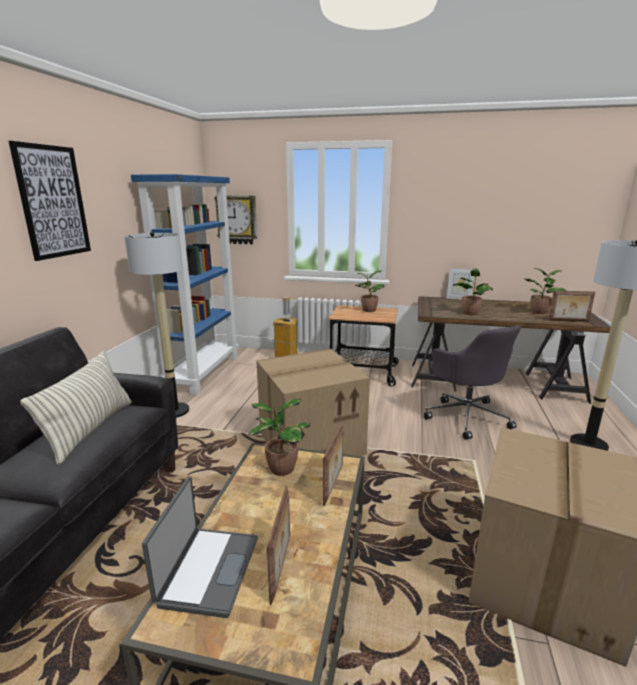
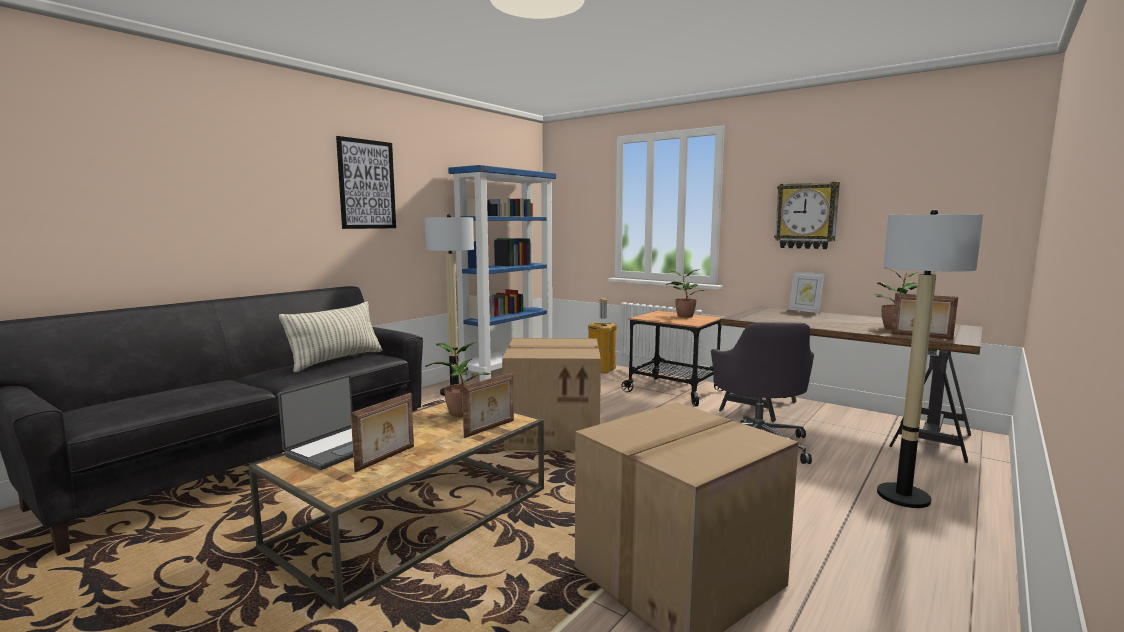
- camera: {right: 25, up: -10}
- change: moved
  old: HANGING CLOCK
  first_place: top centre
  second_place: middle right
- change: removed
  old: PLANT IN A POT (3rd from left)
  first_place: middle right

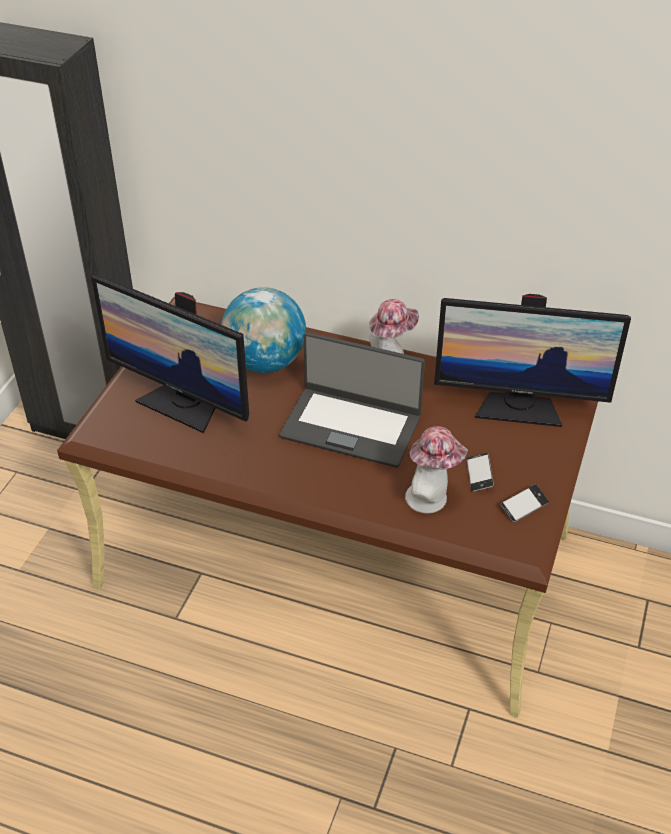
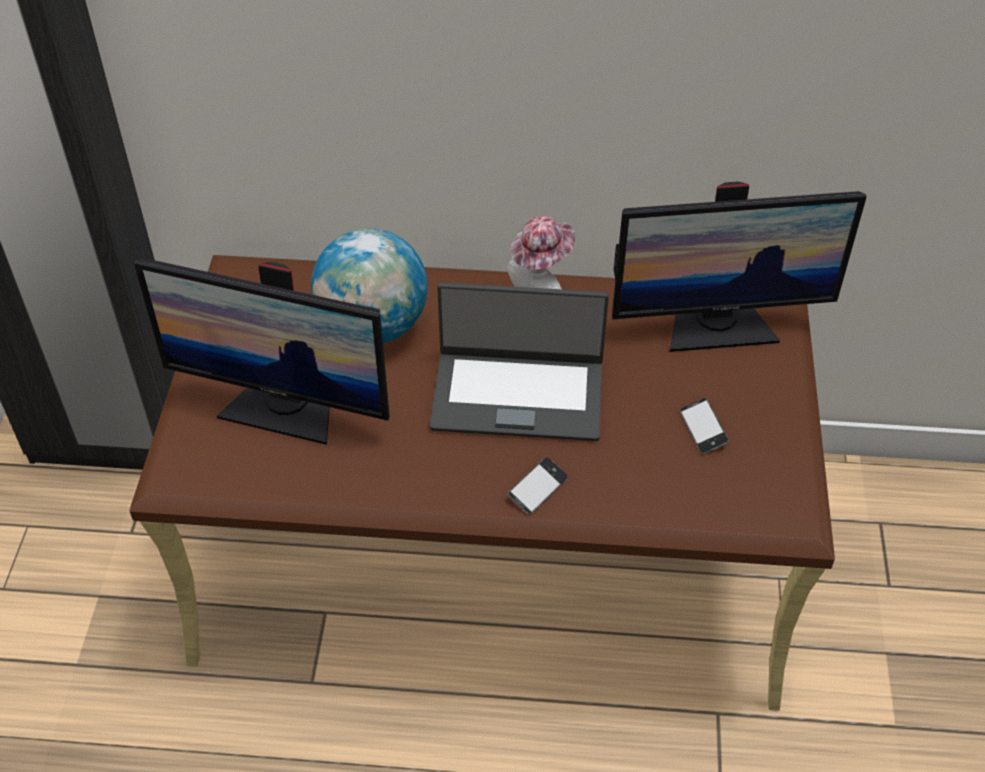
- camera: {right: -15, up: 5}
- change: moved
  old: HANDSET (2nd from left in the first image)
  new: HANDSET (1st from left)
  first_place: middle right
  second_place: centre
- change: removed
  old: HAT (2nd from left)
  first_place: centre

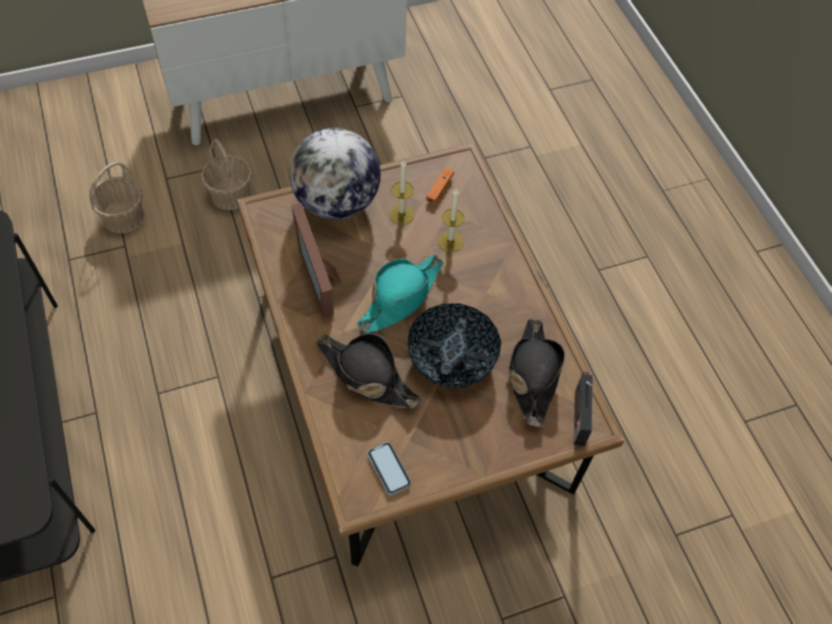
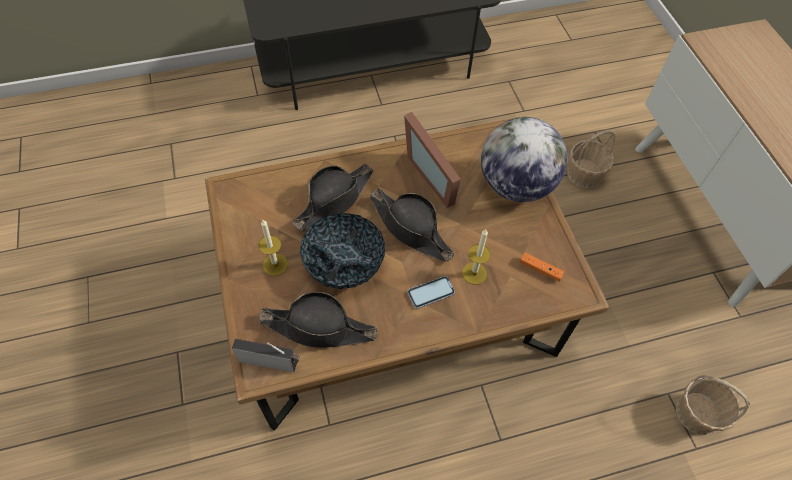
- camera: {right: 95, up: 0}
- change: moved
  old: WAX CANDLE (1st from left)
  first_place: top centre
  second_place: centre
- change: recoloured
  old: TURQUOISE HAT
  new: BLACKISH HAT (3rd from left)
  first_place: centre
  second_place: centre
- change: turned
  old: PICTURE FRAME
  first_place: centre
  second_place: centre
  degrees: -105
- change: moved
  old: HANDSET
  first_place: bottom centre
  second_place: centre
- change: moved
  old: HOUSEHOLD BASKET (1st from left in the first image)
  new: HOUSEHOLD BASKET (2nd from left)
  first_place: top left
  second_place: bottom right

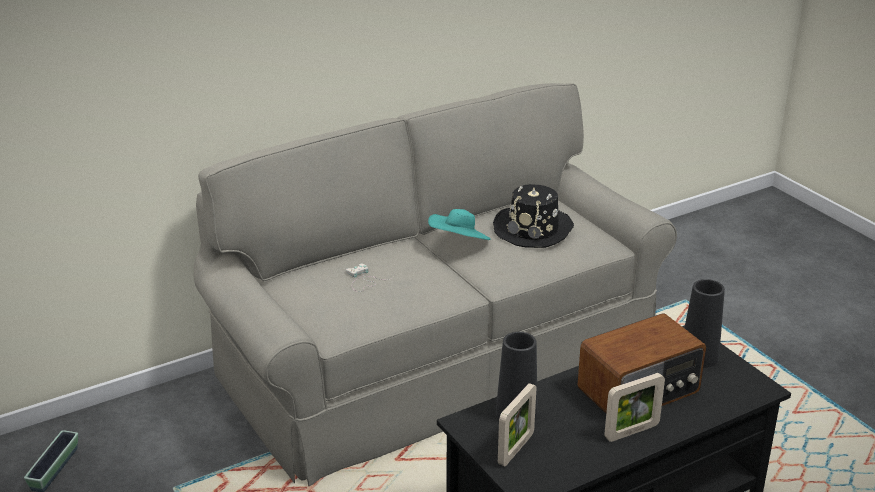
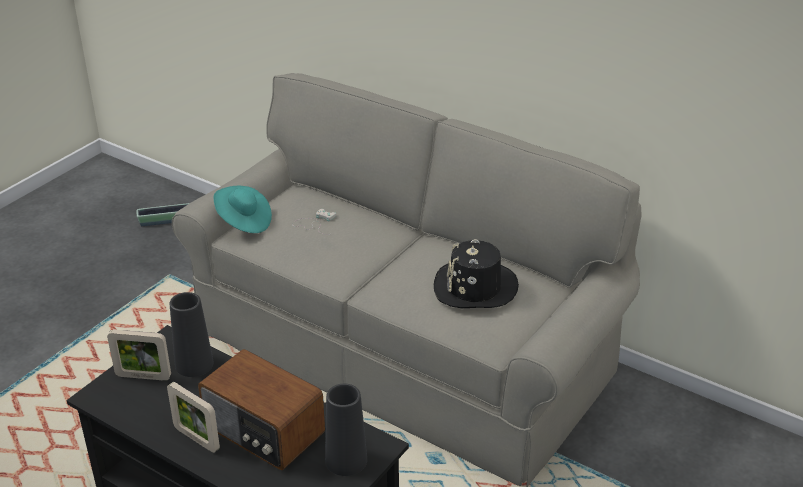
- camera: {right: 65, up: 5}
- change: moved
  old: TURQUOISE HAT
  first_place: centre
  second_place: middle left

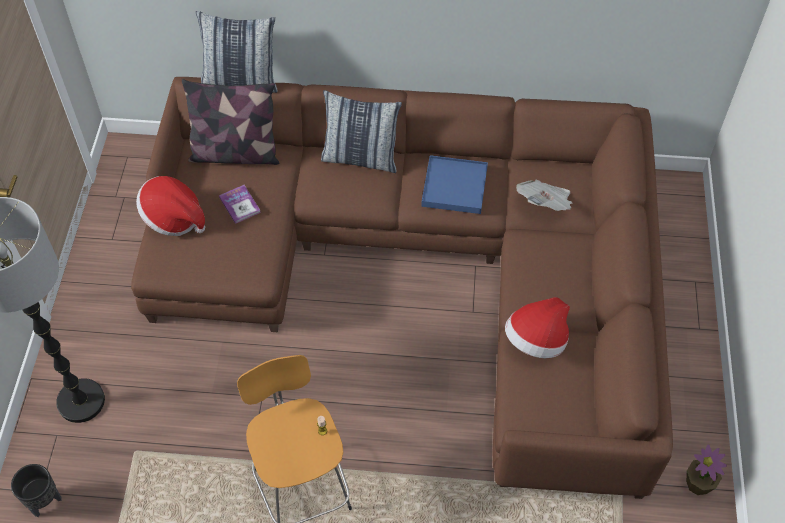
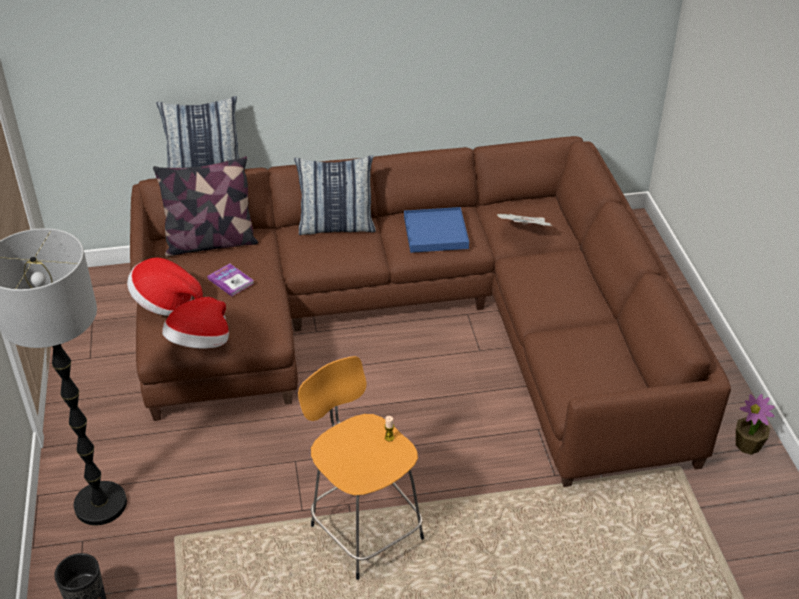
- camera: {right: -15, up: -15}
- change: moved
  old: HAT (2nd from left)
  first_place: middle right
  second_place: middle left

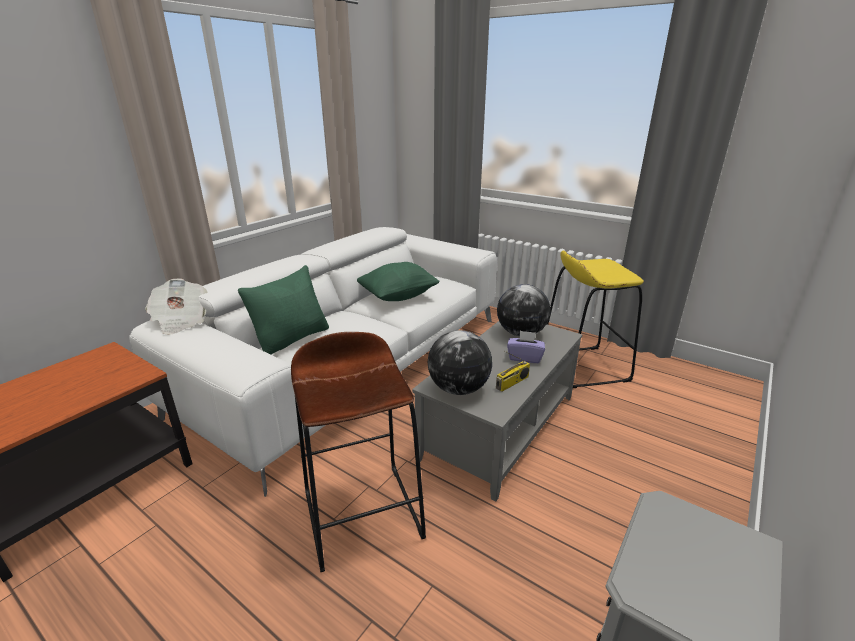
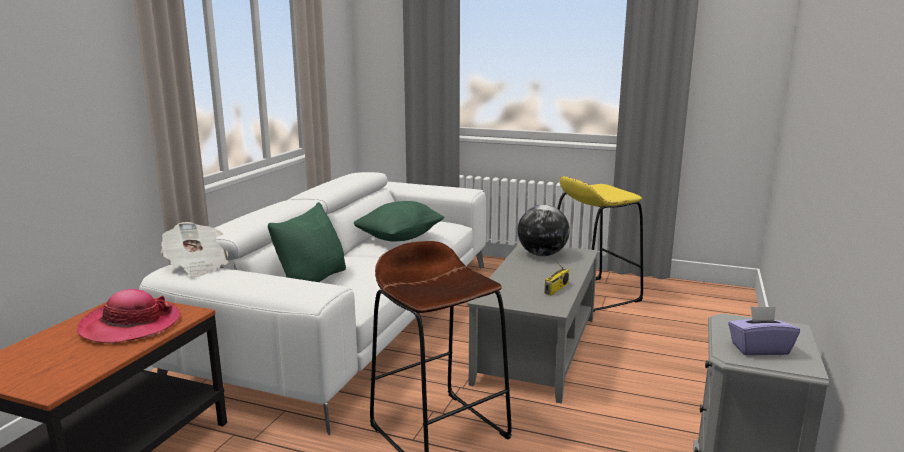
- camera: {right: -15, up: -10}
- change: added
  new: HAT
  second_place: bottom left
- change: moved
  old: PURPLISH BOX OF TISSUES
  first_place: centre
  second_place: bottom right
- change: removed
  old: DESK GLOBE (1st from left)
  first_place: centre

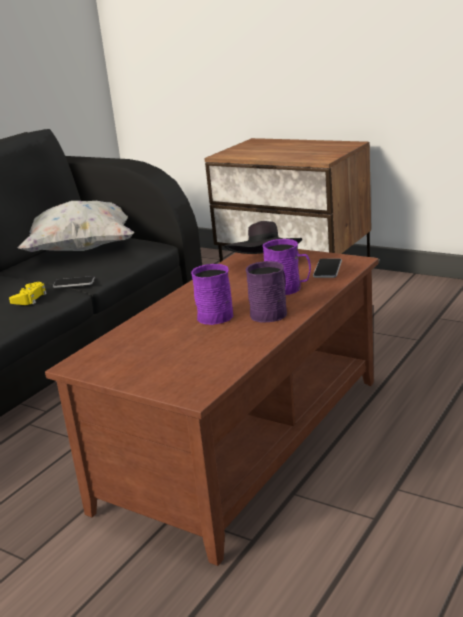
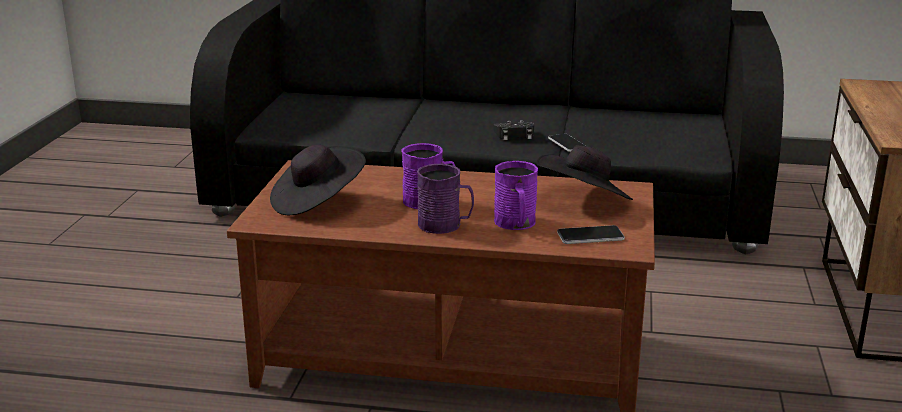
- camera: {right: 65, up: 0}
- change: added
  new: BLACKISH HAT (1st from left)
  second_place: centre
- change: recoloured
  old: YELLOW GAMEPAD
  new: BLACKISH GAMEPAD
  first_place: middle left
  second_place: top centre
- change: removed
  old: WHITE CUSHION
  first_place: middle left

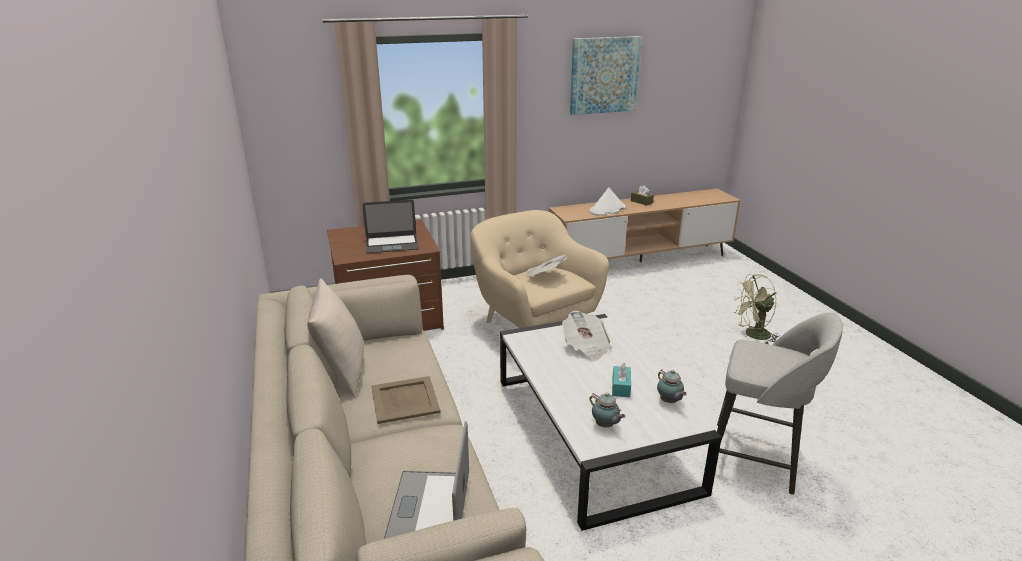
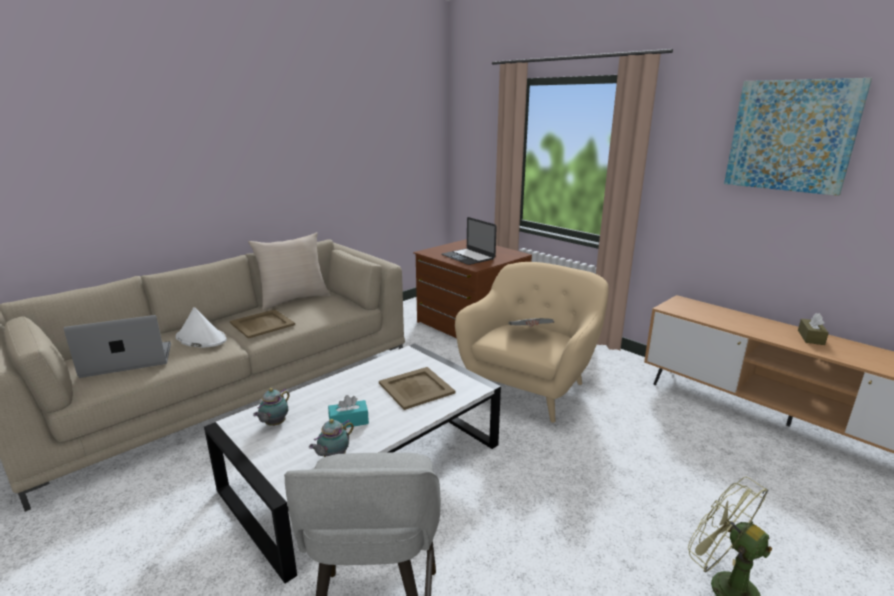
- camera: {right: 65, up: -5}
- change: moved
  old: WHITE HAT
  first_place: centre
  second_place: middle left
- change: replaced
  old: DAILY PAPER (2nd from left)
  new: BEIGE SERVING TRAY (2nd from left)
  first_place: centre
  second_place: centre

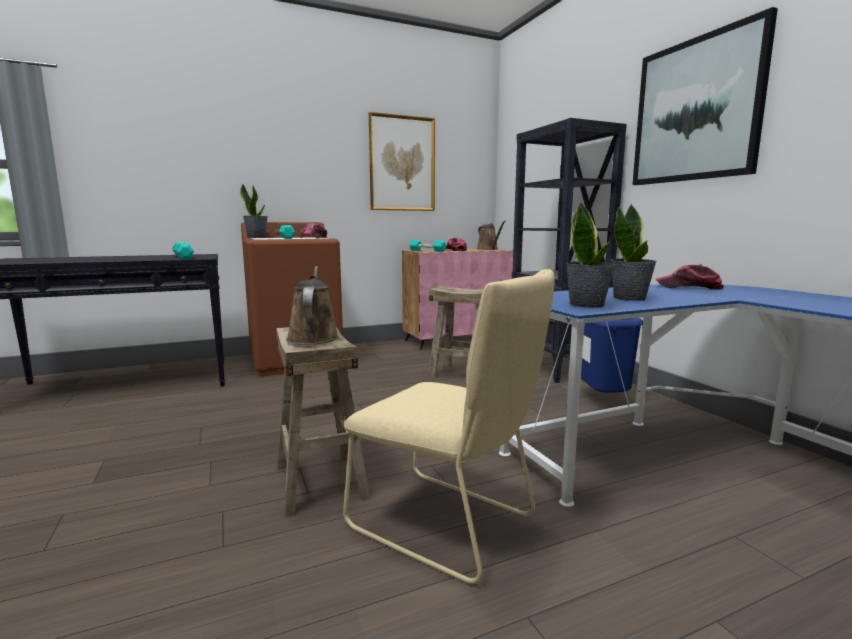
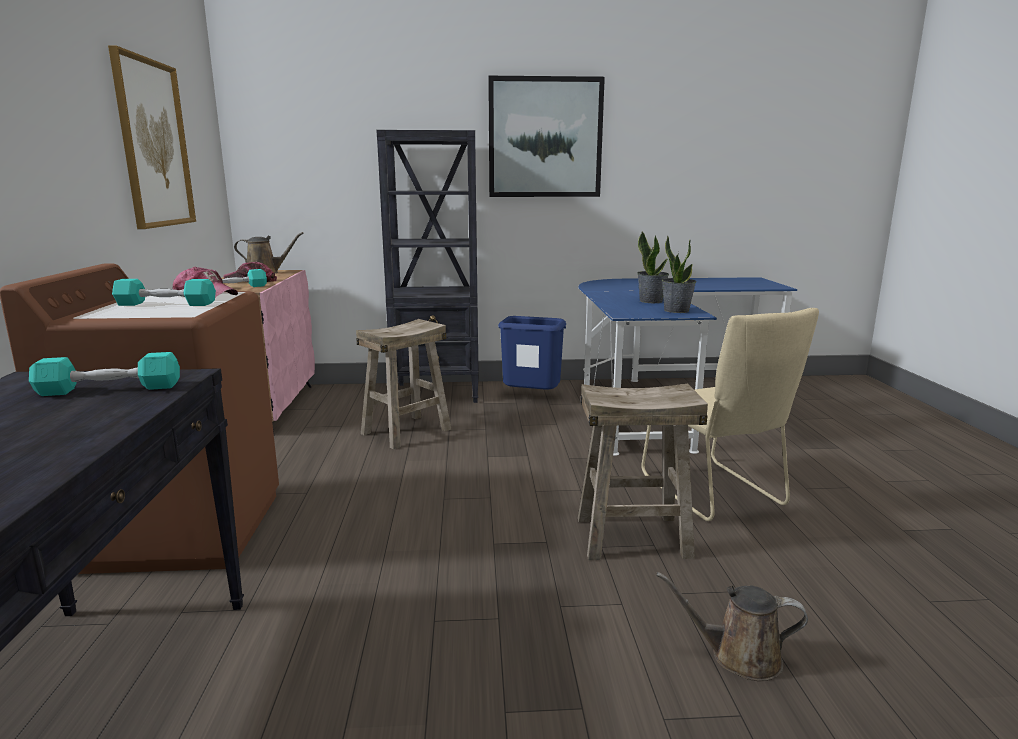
- camera: {right: -70, up: 5}
- change: turned
  old: BEIGE UPRIGHT CHAIR
  first_place: bottom centre
  second_place: middle right
  degrees: 105
- change: moved
  old: BROWNISH SPRINKLING CAN (1st from left in the first image)
  new: BROWNISH SPRINKLING CAN (2nd from left)
  first_place: centre
  second_place: bottom right
- change: removed
  old: PLANT IN A POT (1st from left)
  first_place: top left
- change: removed
  old: BASEBALL CAP (3rd from left)
  first_place: middle right

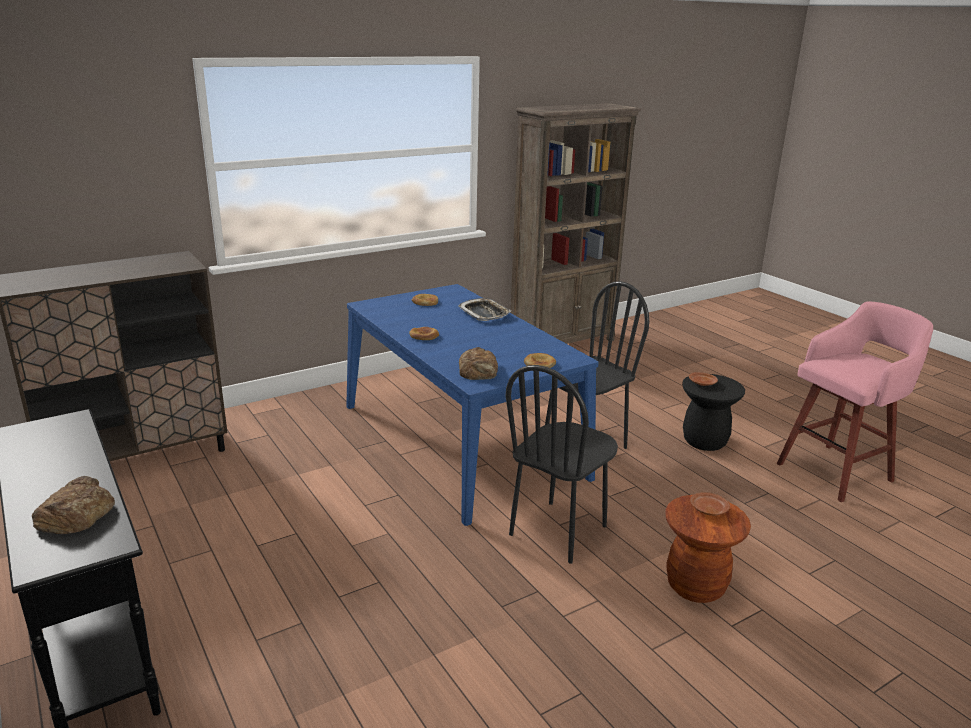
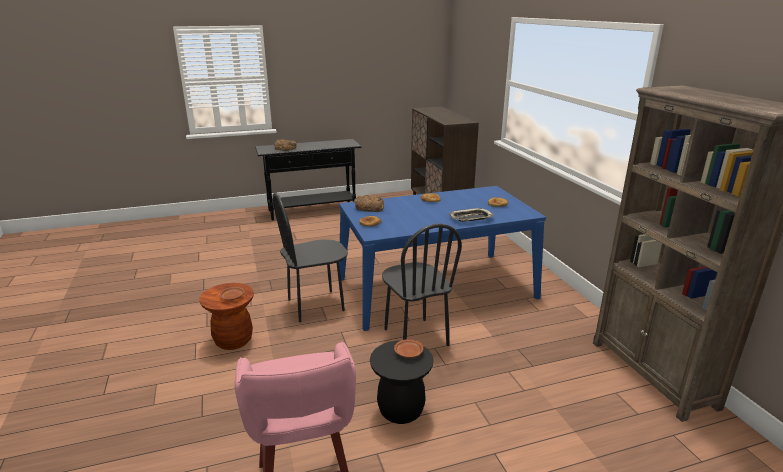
- camera: {right: 105, up: 0}
- change: turned
  old: BLACKISH UPRIGHT CHAIR (1st from left)
  first_place: centre
  second_place: centre
  degrees: -75

